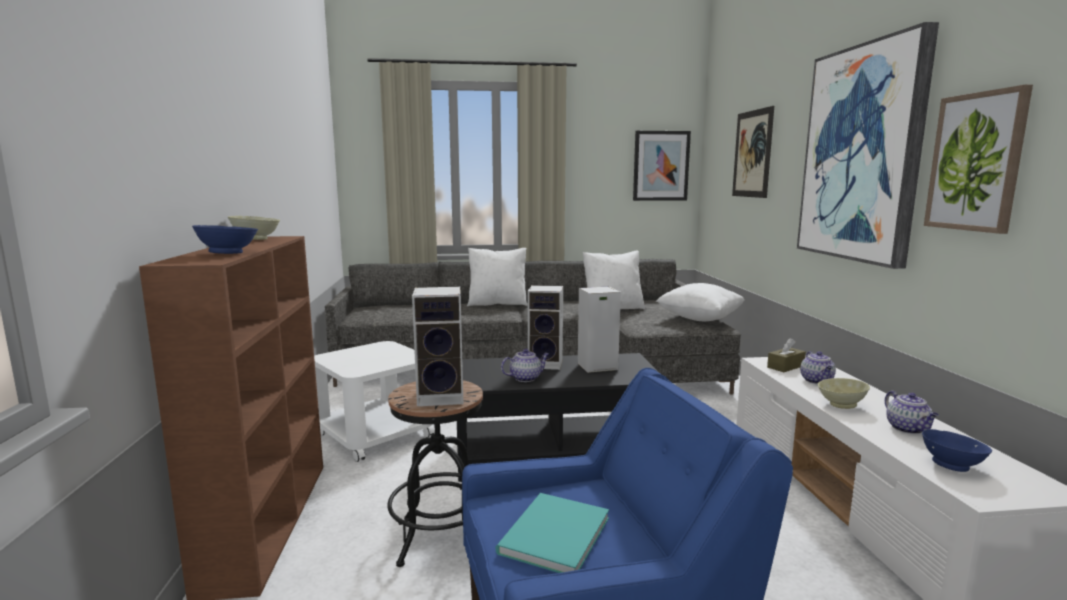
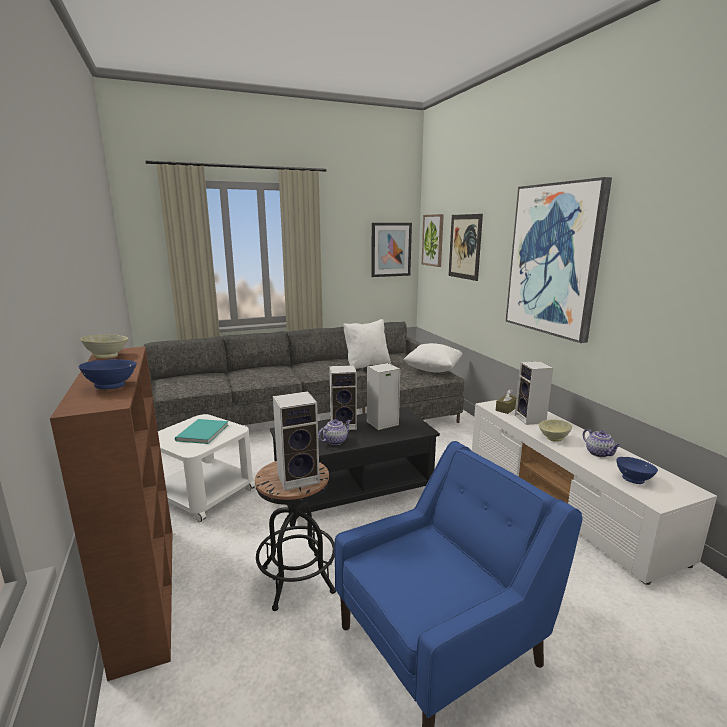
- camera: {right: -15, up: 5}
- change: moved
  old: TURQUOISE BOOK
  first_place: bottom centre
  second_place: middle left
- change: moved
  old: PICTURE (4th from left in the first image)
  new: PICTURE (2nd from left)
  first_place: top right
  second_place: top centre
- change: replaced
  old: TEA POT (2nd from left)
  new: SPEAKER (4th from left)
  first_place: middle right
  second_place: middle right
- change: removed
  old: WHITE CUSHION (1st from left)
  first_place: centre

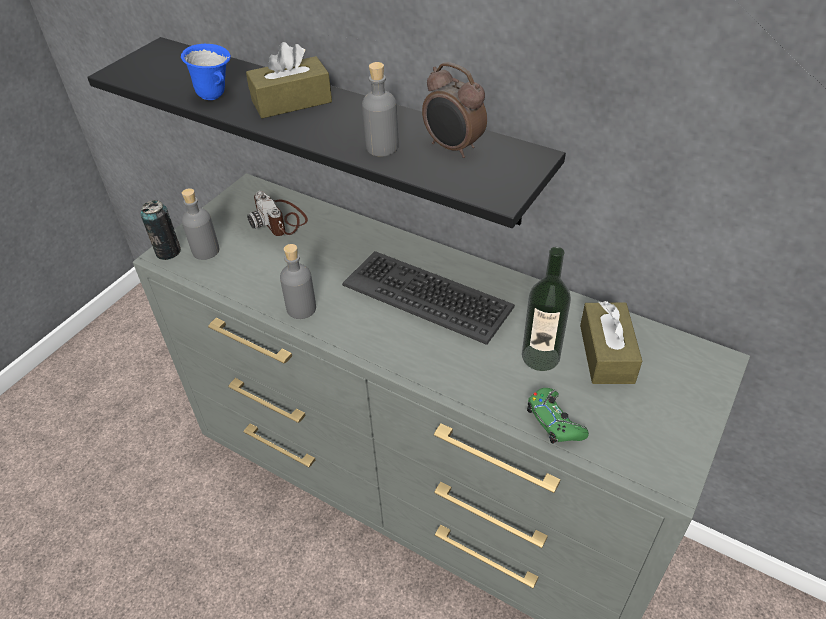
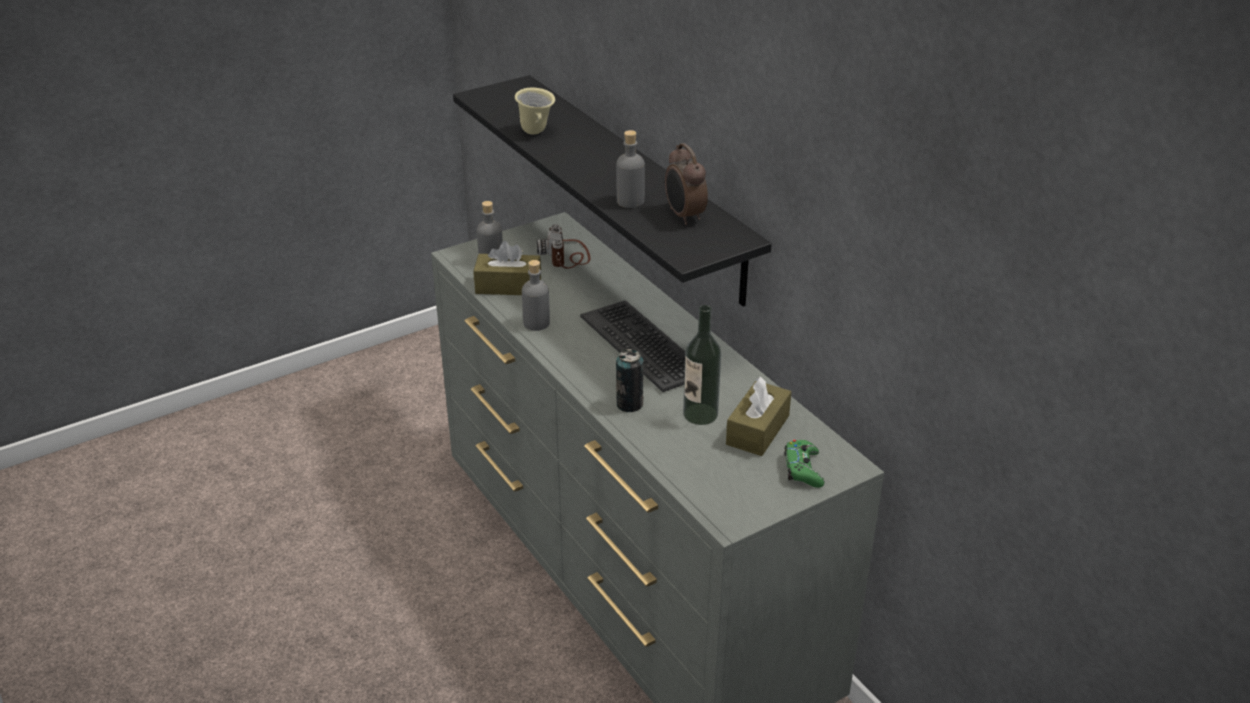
- camera: {right: 25, up: -10}
- change: moved
  old: BROWNISH BOX OF TISSUES (1st from left)
  first_place: top centre
  second_place: centre
- change: recoloured
  old: BLUE MUG
  new: BEIGE MUG
  first_place: top left
  second_place: top centre
- change: moved
  old: CAN
  first_place: middle left
  second_place: centre
- change: moved
  old: GREEN GAMEPAD
  first_place: bottom right
  second_place: centre

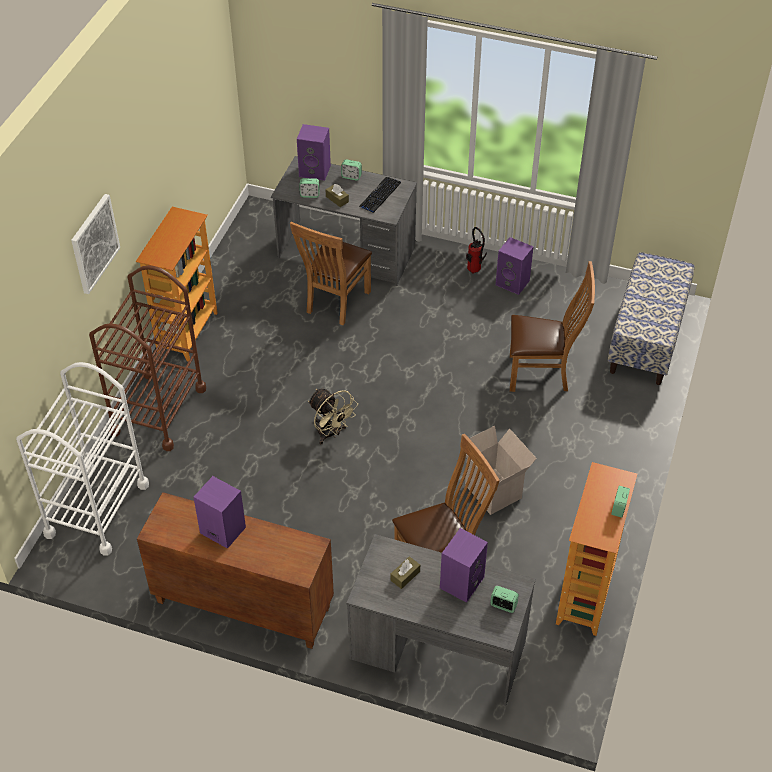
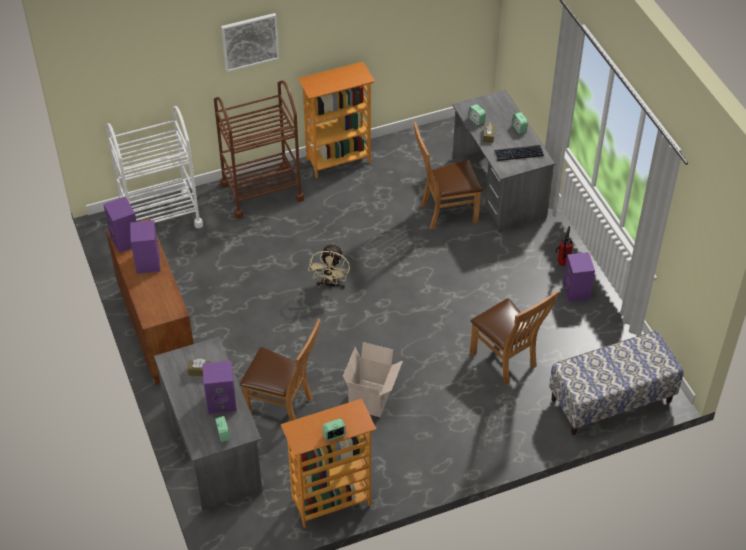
- camera: {right: 50, up: 0}
- change: moved
  old: PURPLISH SPEAKER (2nd from left in the first image)
  new: PURPLISH SPEAKER (1st from left)
  first_place: top centre
  second_place: middle left

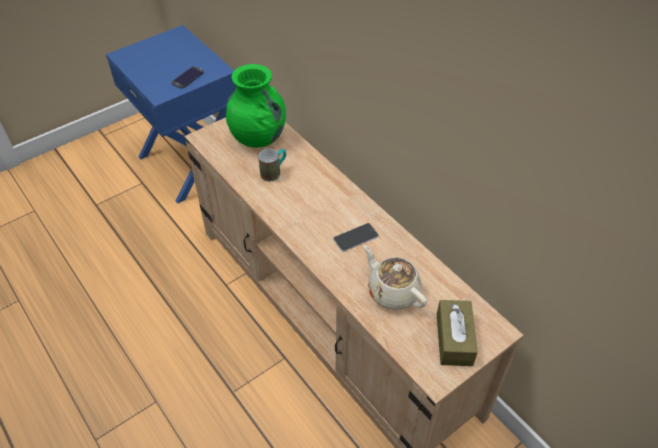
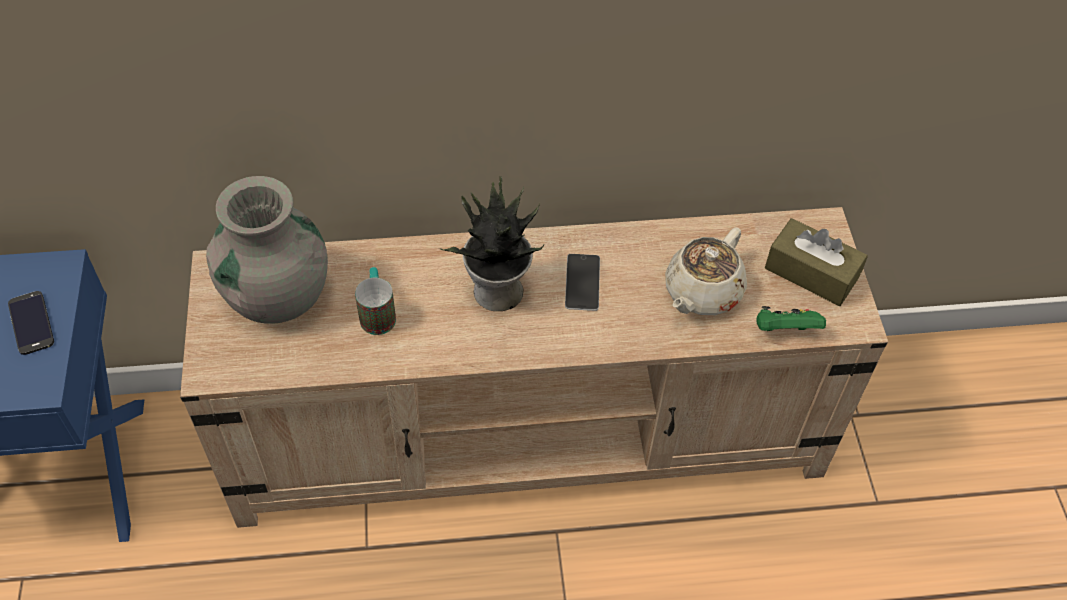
- camera: {right: -60, up: 5}
- change: recoloured
  old: GREEN FLOWER VASE
  new: GRAY FLOWER VASE
  first_place: top centre
  second_place: middle left
- change: added
  new: PLANT IN A POT
  second_place: centre
- change: turned
  old: BEIGE TEA POT
  first_place: centre
  second_place: centre
  degrees: -45
- change: added
  new: GREEN GAMEPAD
  second_place: middle right

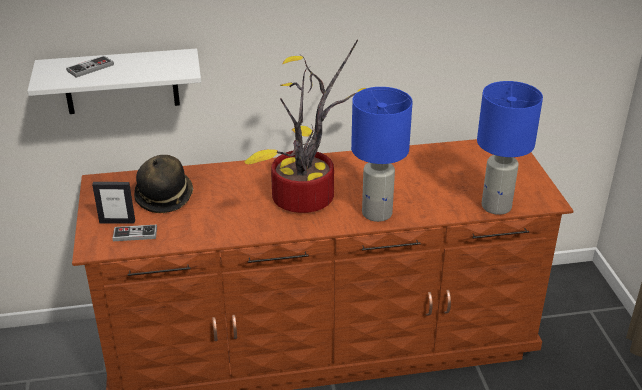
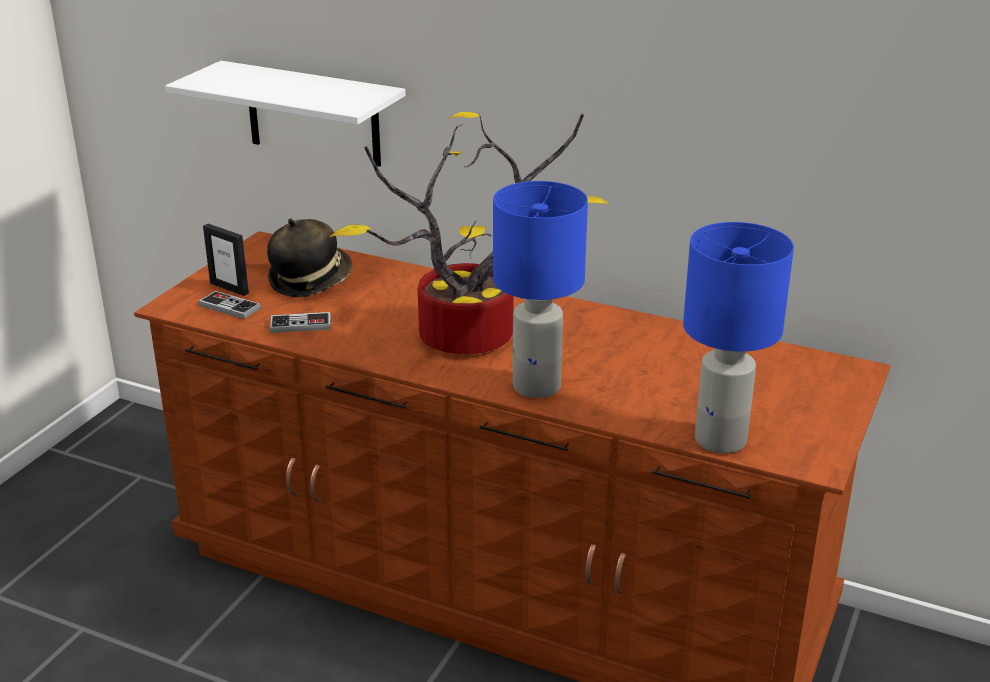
- camera: {right: 35, up: -5}
- change: moved
  old: GAMEPAD (1st from left in the first image)
  new: GAMEPAD (2nd from left)
  first_place: top left
  second_place: middle left

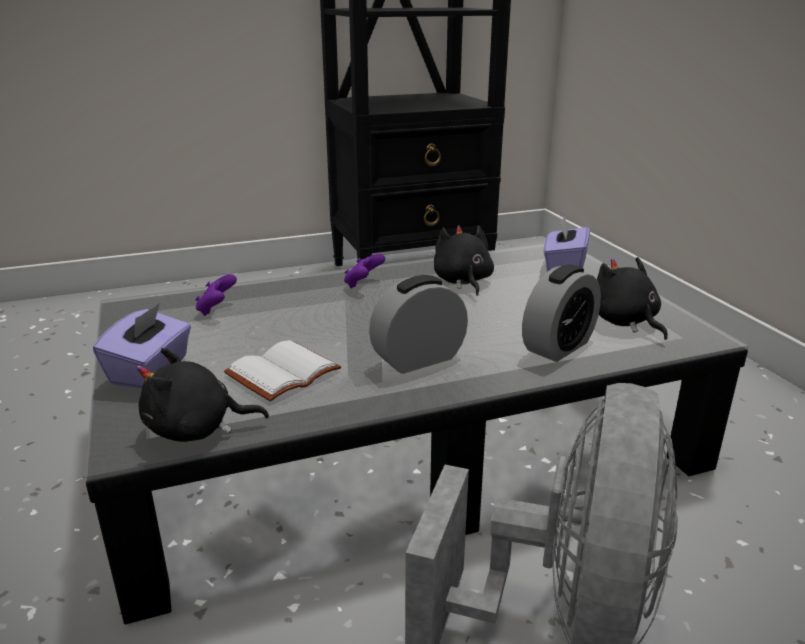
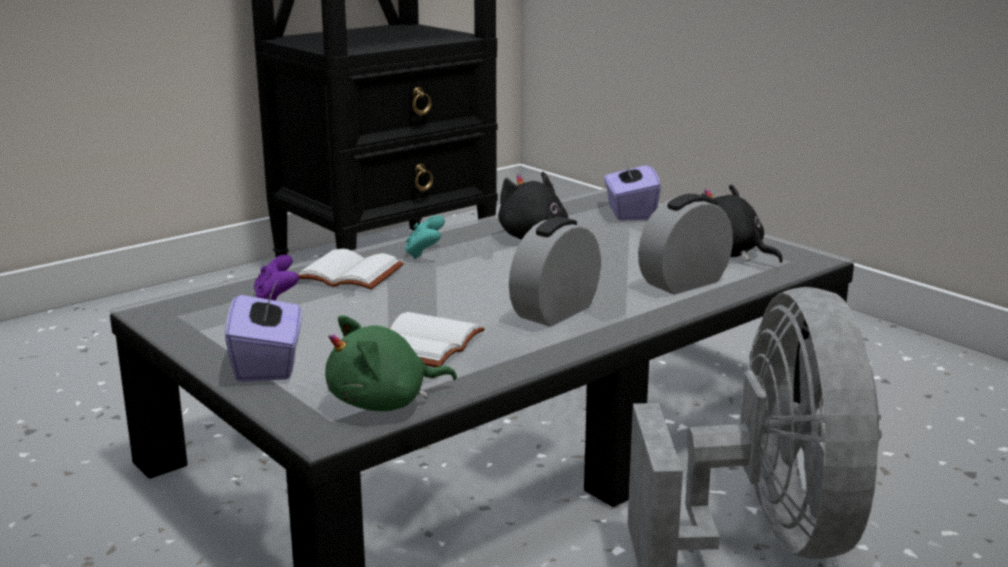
- camera: {right: -20, up: -5}
- change: added
  new: WHITE BOOK (1st from left)
  second_place: centre
- change: recoloured
  old: BLACKISH SOFT TOY (1st from left)
  new: GREEN SOFT TOY
  first_place: middle left
  second_place: centre
- change: recoloured
  old: PURPLISH GAMEPAD (2nd from left)
  new: TURQUOISE GAMEPAD
  first_place: centre
  second_place: centre
- change: turned
  old: BEDSIDE CLOCK (2nd from left)
  first_place: middle right
  second_place: middle right
  degrees: -150

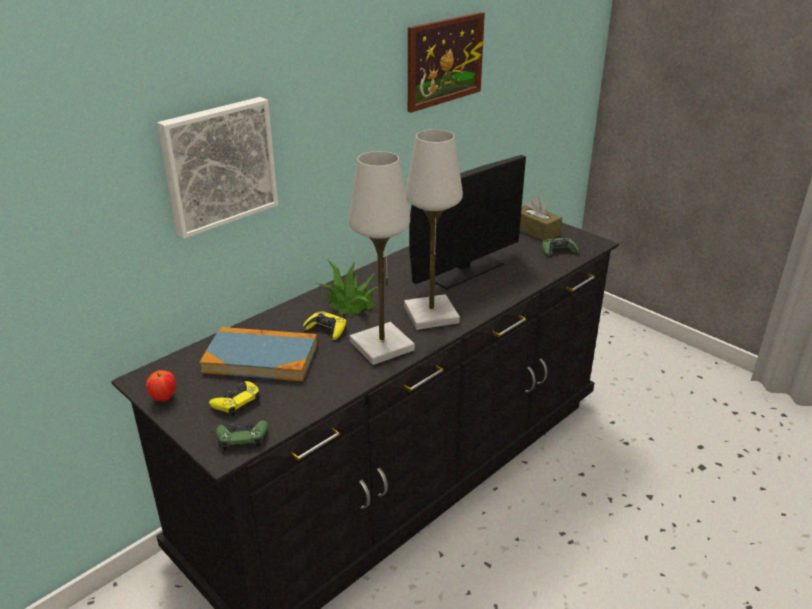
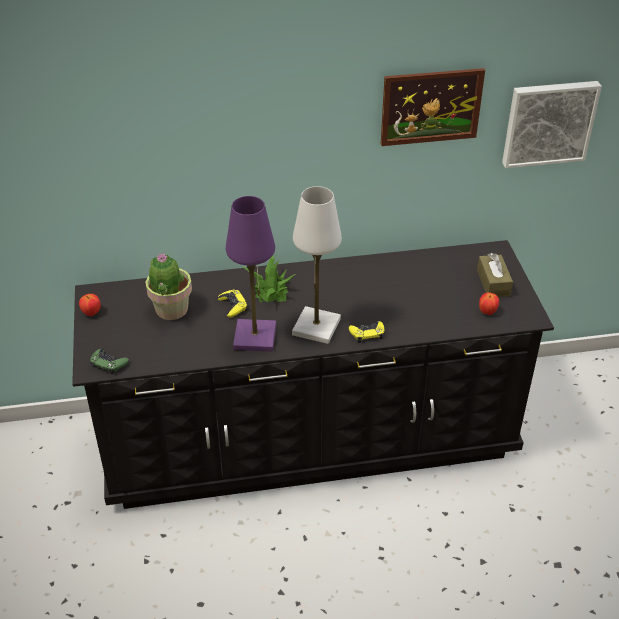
- camera: {right: 35, up: 10}
- change: replaced
  old: BOOK
  new: PLANT IN A POT (1st from left)
  first_place: middle left
  second_place: middle left
- change: recoloured
  old: WHITE LAMP FOR A TABLE (1st from left)
  new: PURPLISH LAMP FOR A TABLE
  first_place: centre
  second_place: centre
- change: moved
  old: YELLOW GAMEPAD (1st from left in the first image)
  new: YELLOW GAMEPAD (2nd from left)
  first_place: middle left
  second_place: centre
- change: replaced
  old: GREEN GAMEPAD (2nd from left)
  new: APPLE FRUIT (2nd from left)
  first_place: middle right
  second_place: middle right
- change: moved
  old: PICTURE (1st from left in the first image)
  new: PICTURE (2nd from left)
  first_place: top left
  second_place: top right
- change: removed
  old: MONITOR
  first_place: centre

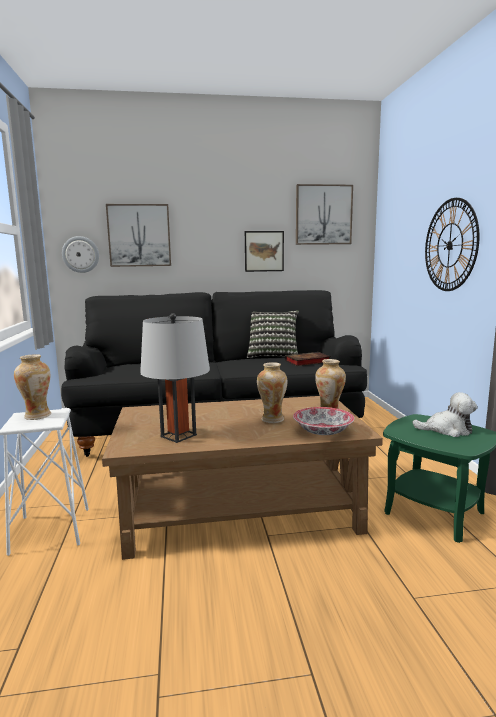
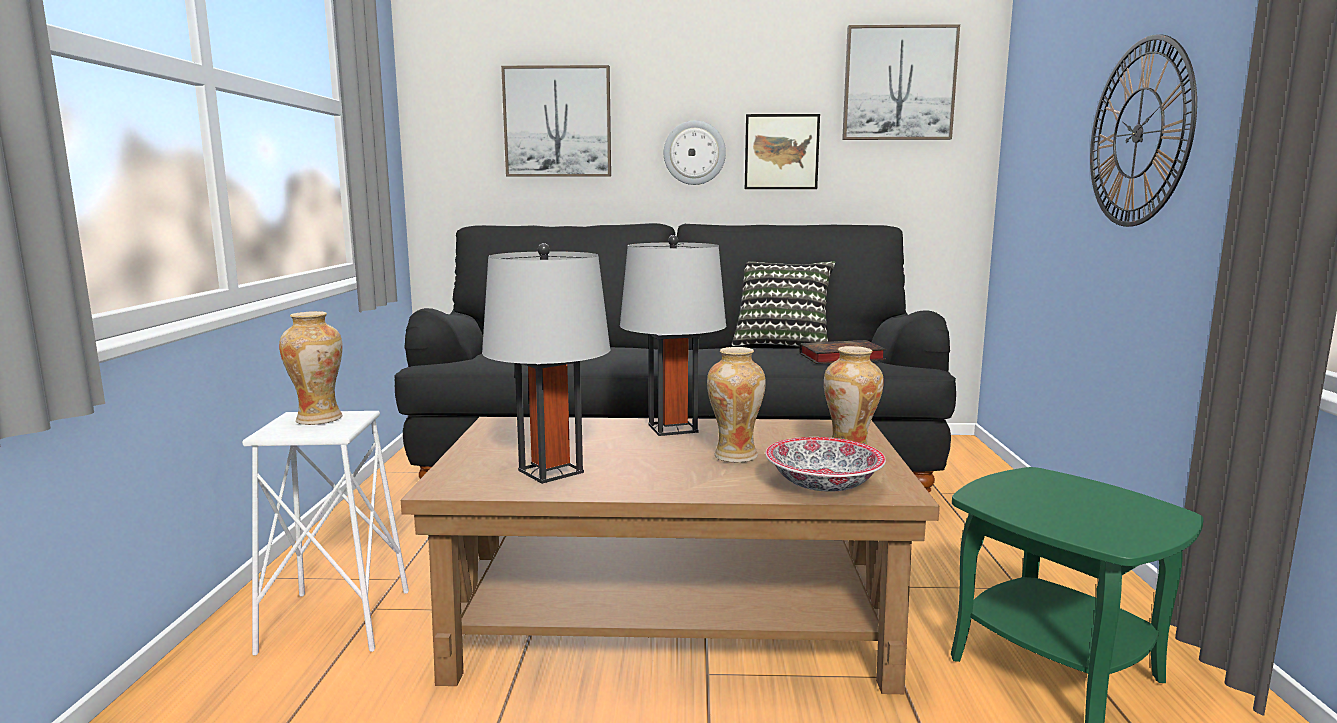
- camera: {right: 10, up: 0}
- change: added
  new: GRAY LAMP FOR A TABLE (2nd from left)
  second_place: centre
- change: moved
  old: HANGING CLOCK (1st from left)
  first_place: middle left
  second_place: top centre
- change: removed
  old: SOFT TOY
  first_place: middle right

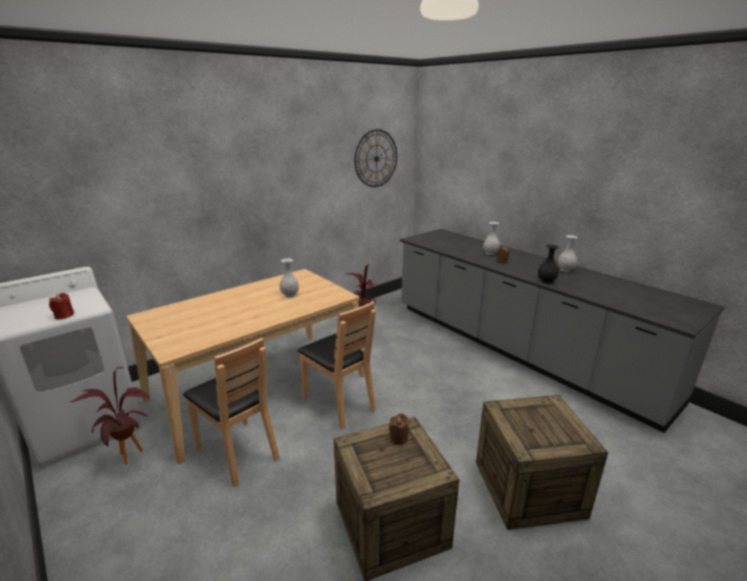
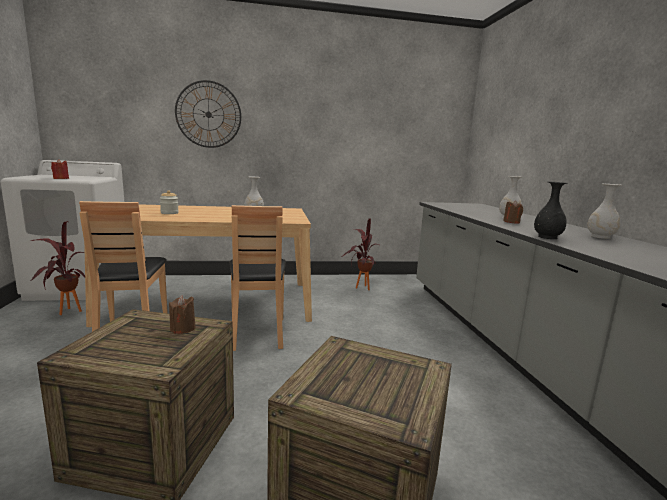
- camera: {right: 30, up: -10}
- change: added
  new: STORAGE JAR
  second_place: middle left
- change: moved
  old: HANGING CLOCK
  first_place: top centre
  second_place: top left

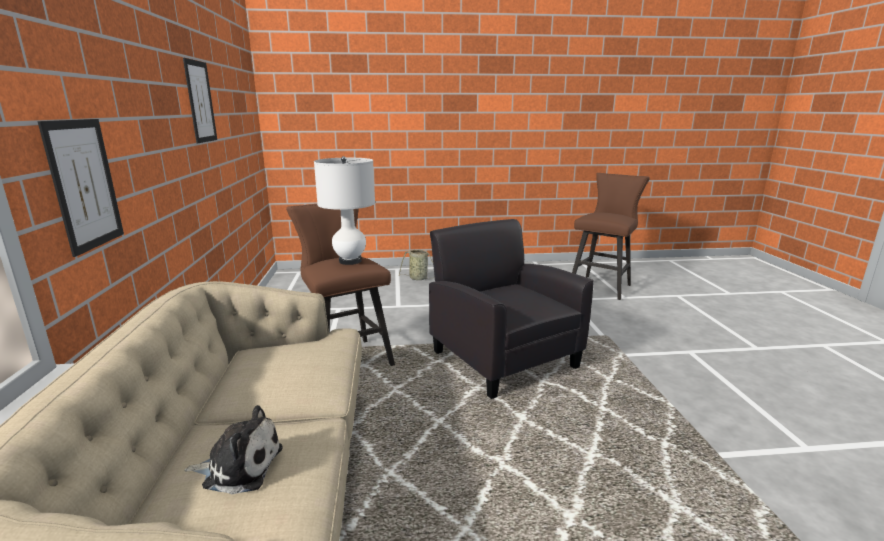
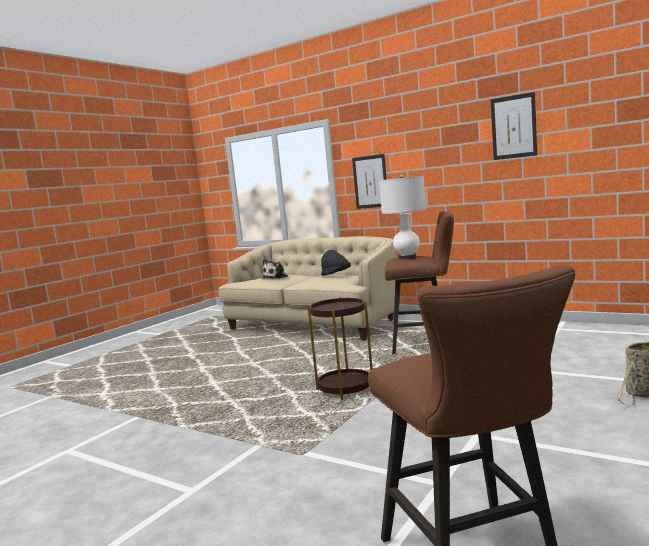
- camera: {right: 130, up: -10}
- change: replaced
  old: BLACKISH ARMCHAIR
  new: BROWNISH END TABLE
  first_place: centre
  second_place: centre
- change: added
  new: BLACKISH HAT
  second_place: centre

